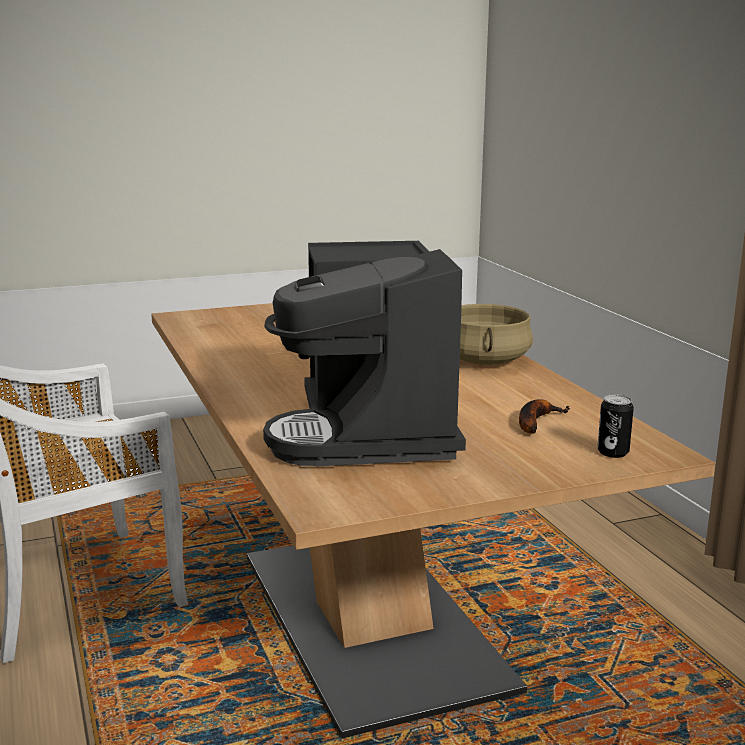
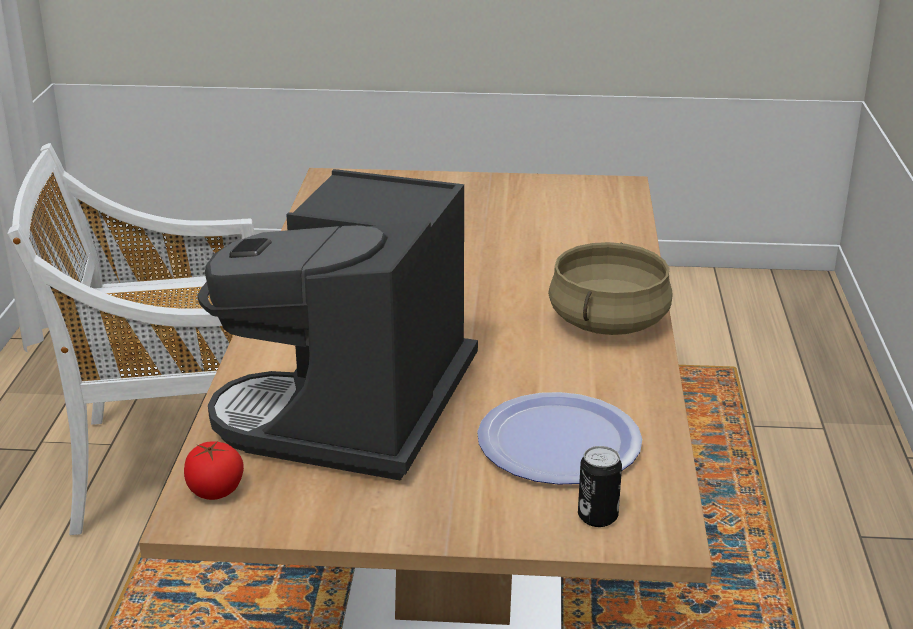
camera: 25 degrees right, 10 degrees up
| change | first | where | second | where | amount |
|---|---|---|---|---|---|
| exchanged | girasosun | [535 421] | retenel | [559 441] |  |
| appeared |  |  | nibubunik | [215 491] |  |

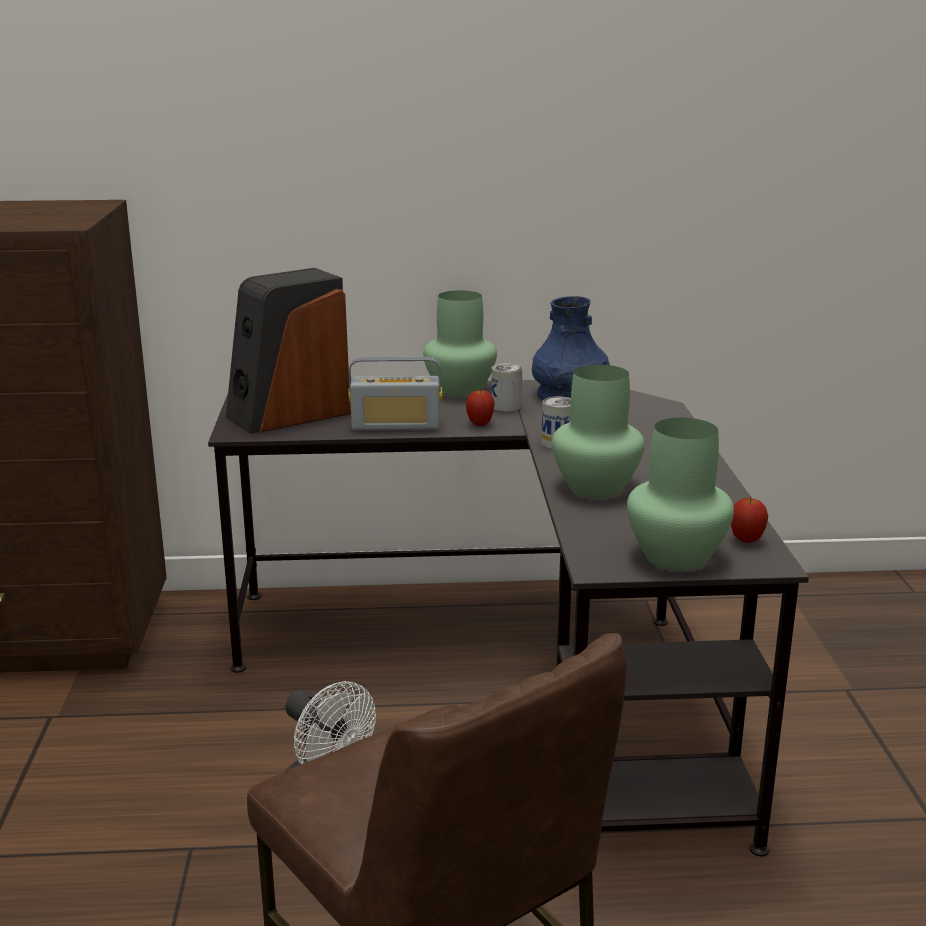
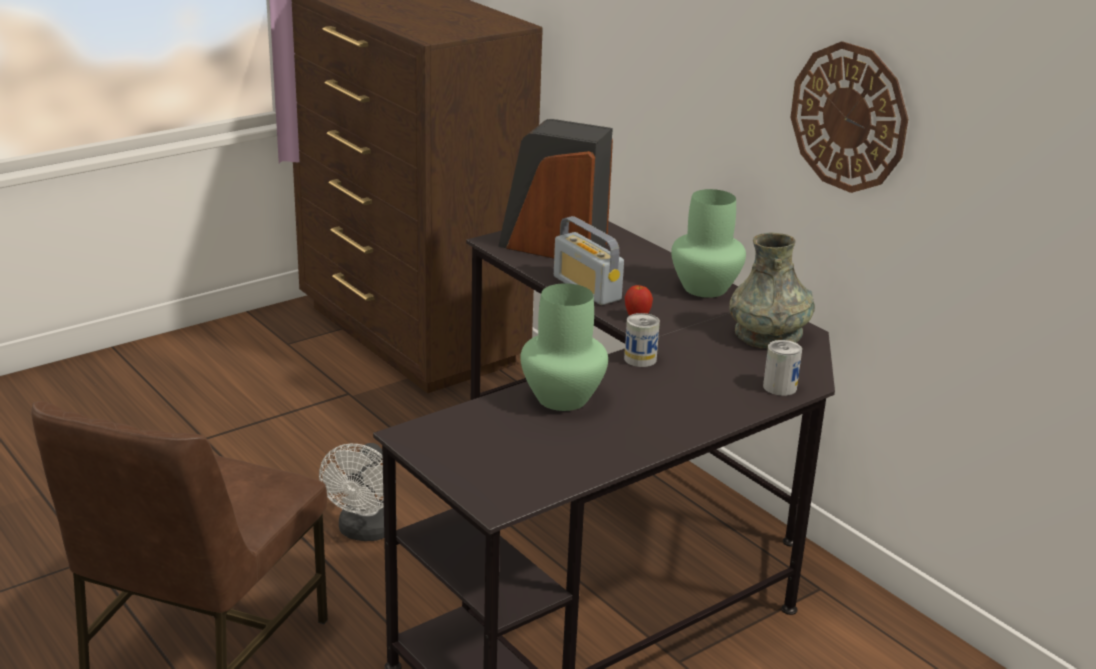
camera: 55 degrees right, 5 degrees up
| change | first | where | second | where | amount |
|---|---|---|---|---|---|
| relocated | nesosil | [506 406] |  | [779 387] |  |
| colour | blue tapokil | [569 395] | grey tapokil | [768 334] |  |
| missing | green tapokil | [675 558] |  |  |  |
| missing | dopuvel | [746 540] |  |  |  |
| appeared |  |  | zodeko | [849 117] |  |

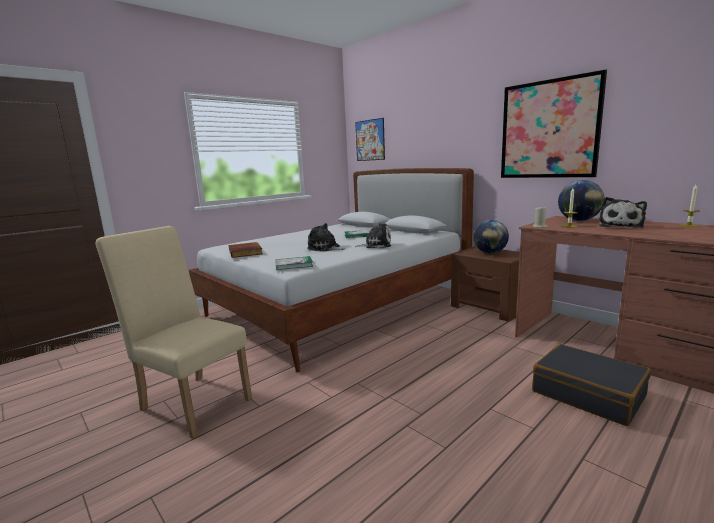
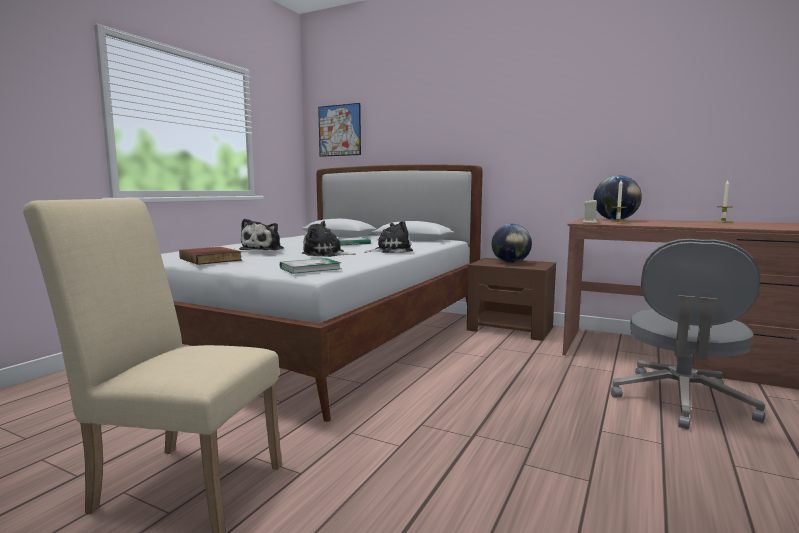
camera: 20 degrees left, 5 degrees down
| change | first | where | second | where | amount |
|---|---|---|---|---|---|
| missing | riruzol | [549 129] |  |  |  |
| exchanged | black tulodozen | [588 394] | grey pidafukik | [681 402] |  |
| relocated | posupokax | [621 226] |  | [264 249] |  |

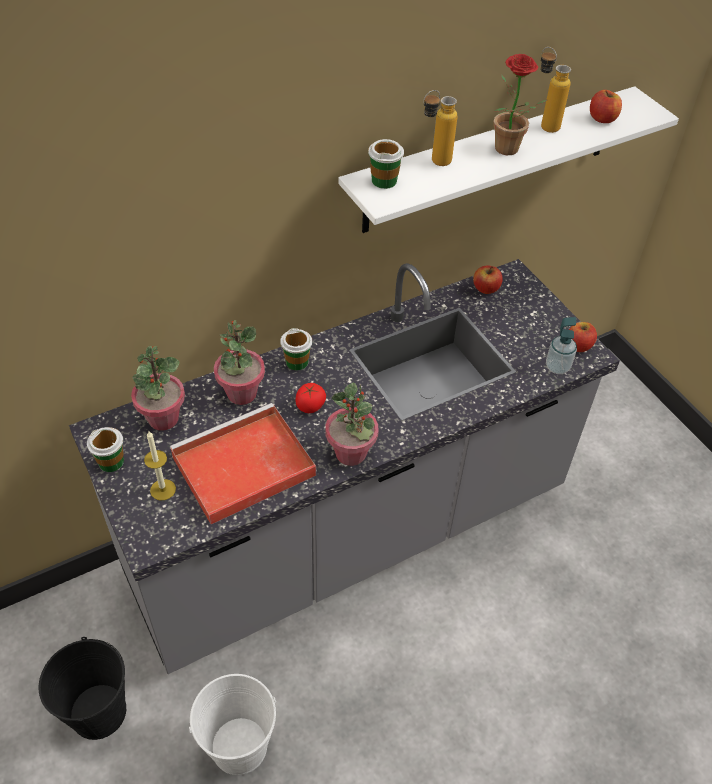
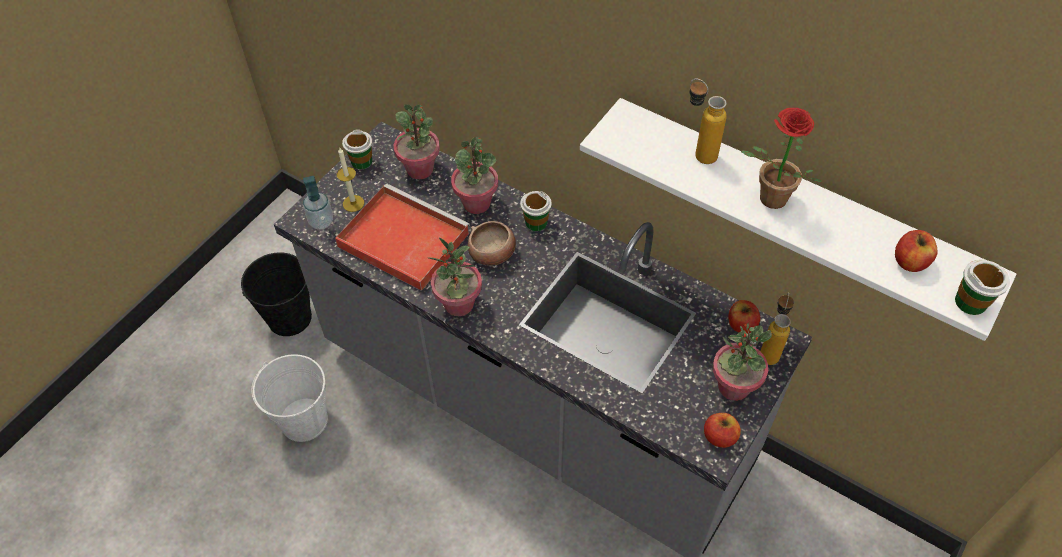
camera: 65 degrees right, 5 degrees up
| change | first | where | second | where | amount |
|---|---|---|---|---|---|
| exchanged | nibubunik | [310 406] | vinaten | [492 254] |  |
| relocated | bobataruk | [384 180] |  | [971 302] |  |
| relocated | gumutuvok | [543 124] |  | [770 350] |  |
| relocated | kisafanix | [557 367] |  | [321 222] |  |
| appeared |  |  | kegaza | [733 386] |  |

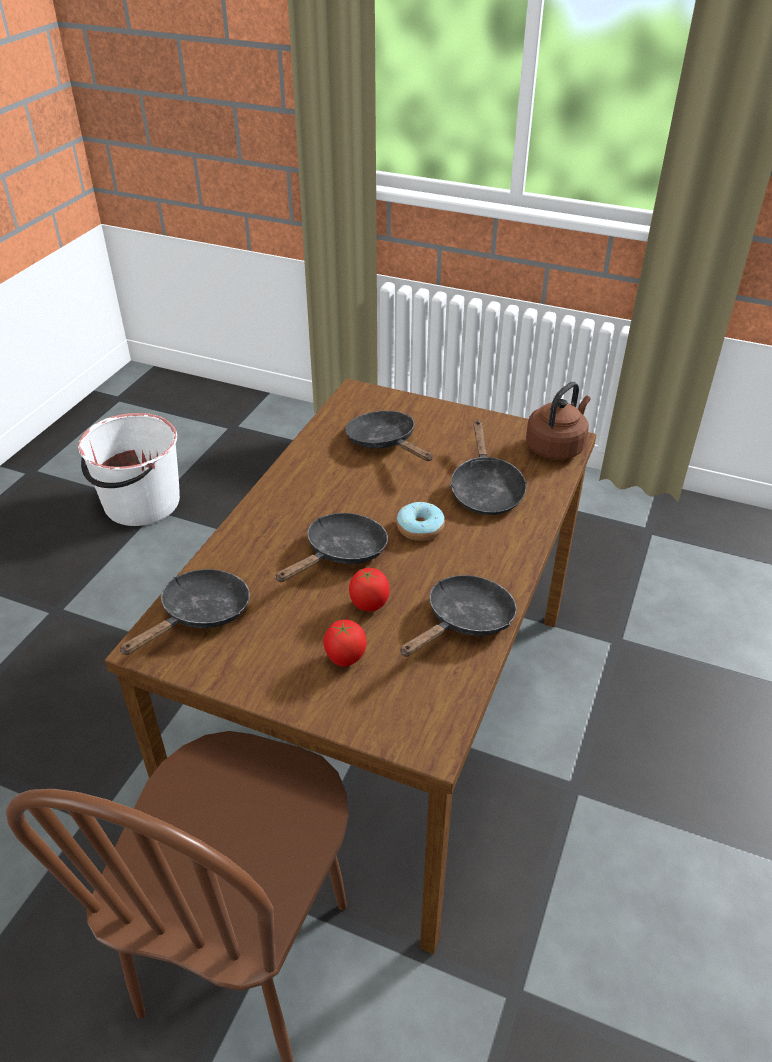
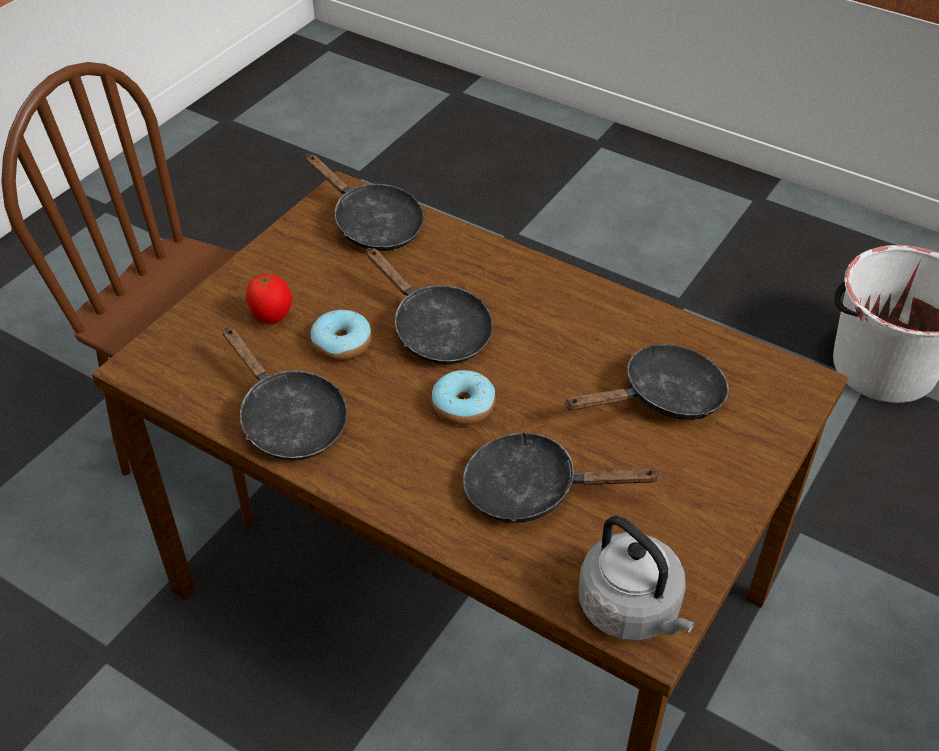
camera: 100 degrees right, 5 degrees up
| change | first | where | second | where | amount |
|---|---|---|---|---|---|
| exchanged | nibubunik | [369 605] | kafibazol | [342 344] |  |
| colour | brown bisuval | [556 447] | grey bisuval | [632 610] |  |

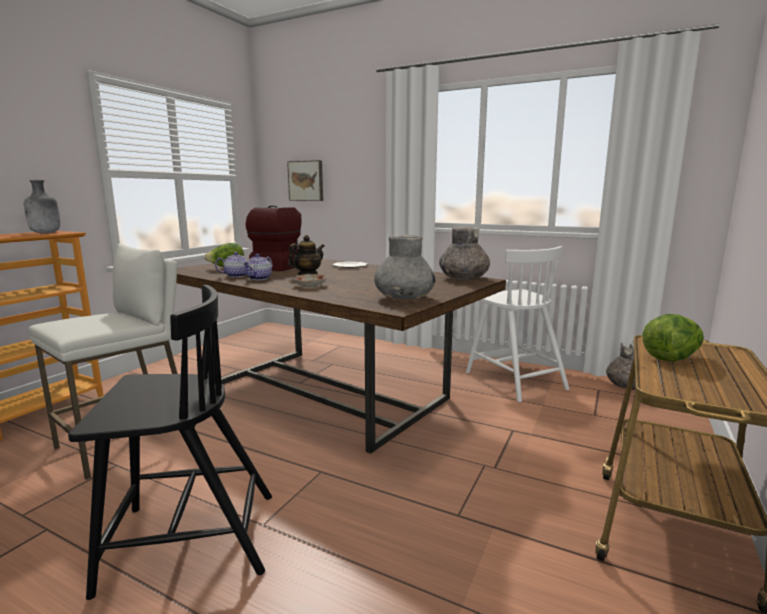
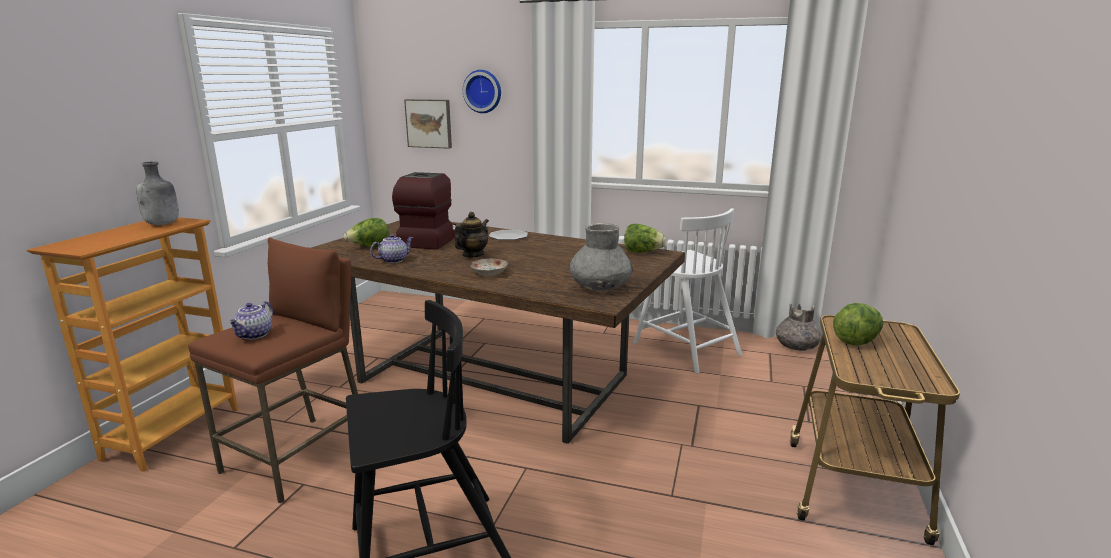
camera: 10 degrees left, 5 degrees up
| change | first | where | second | where | amount |
|---|---|---|---|---|---|
| colour | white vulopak | [126 441] | brown vulopak | [298 456] |  |
| relocated | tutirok | [259 279] |  | [255 335] |  |
| exchanged | grey tapokil | [463 278] | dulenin | [642 252] |  |
| appeared |  |  | zodeko | [483 91] |  |

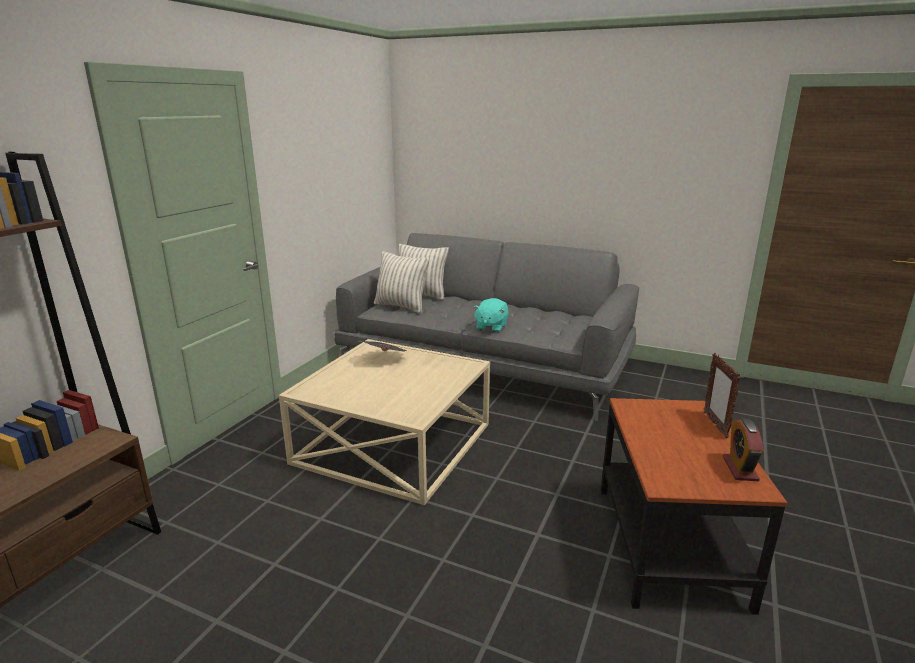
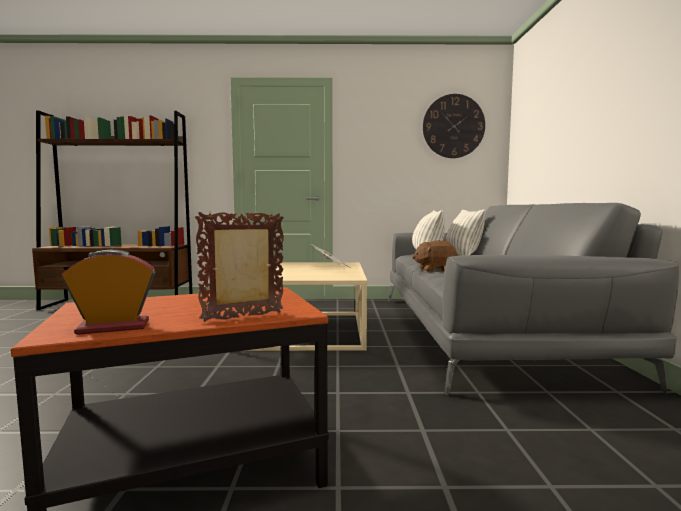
camera: 65 degrees right, 15 degrees down
| change | first | where | second | where | amount |
|---|---|---|---|---|---|
| colour | turquoise posupokax | [491 327] | brown posupokax | [435 270] |  |
| appeared |  |  | zodeko | [453 126] |  |

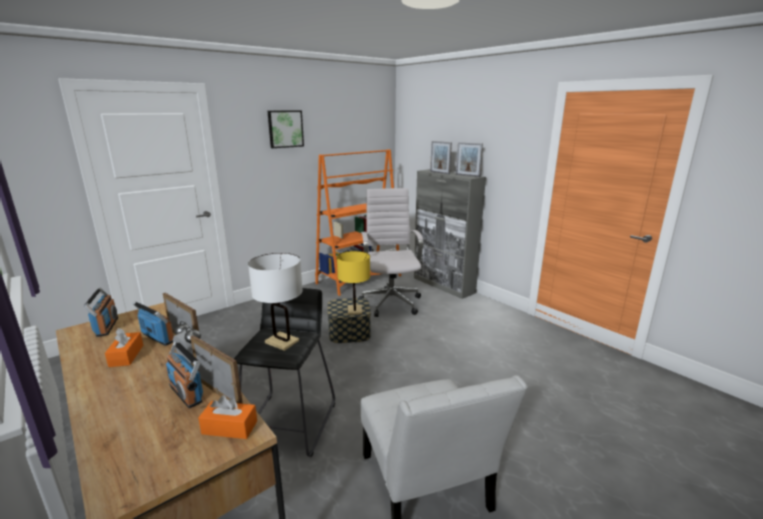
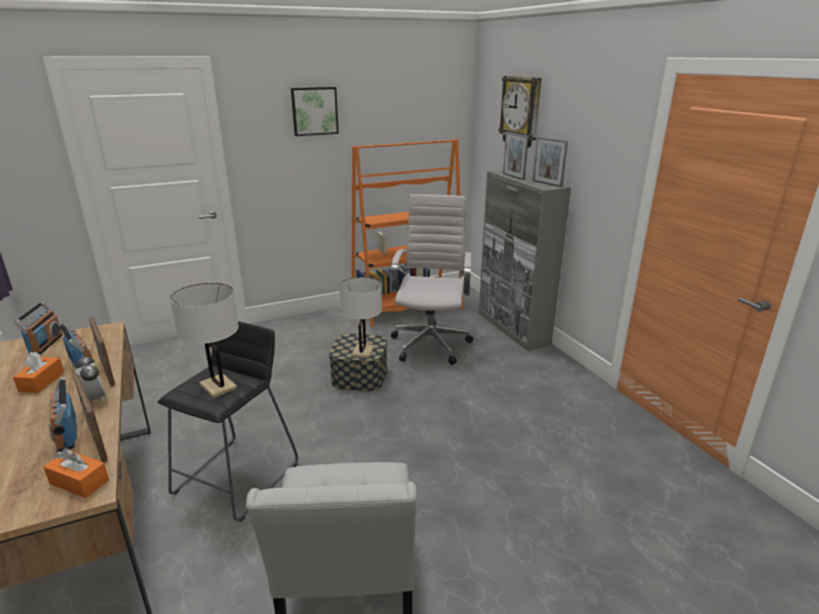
camera: 15 degrees right, 5 degrees up
| change | first | where | second | where | amount |
|---|---|---|---|---|---|
| colour | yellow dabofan | [354 310] | white dabofan | [363 351] |  |
| appeared |  |  | zodeko | [521 111] |  |

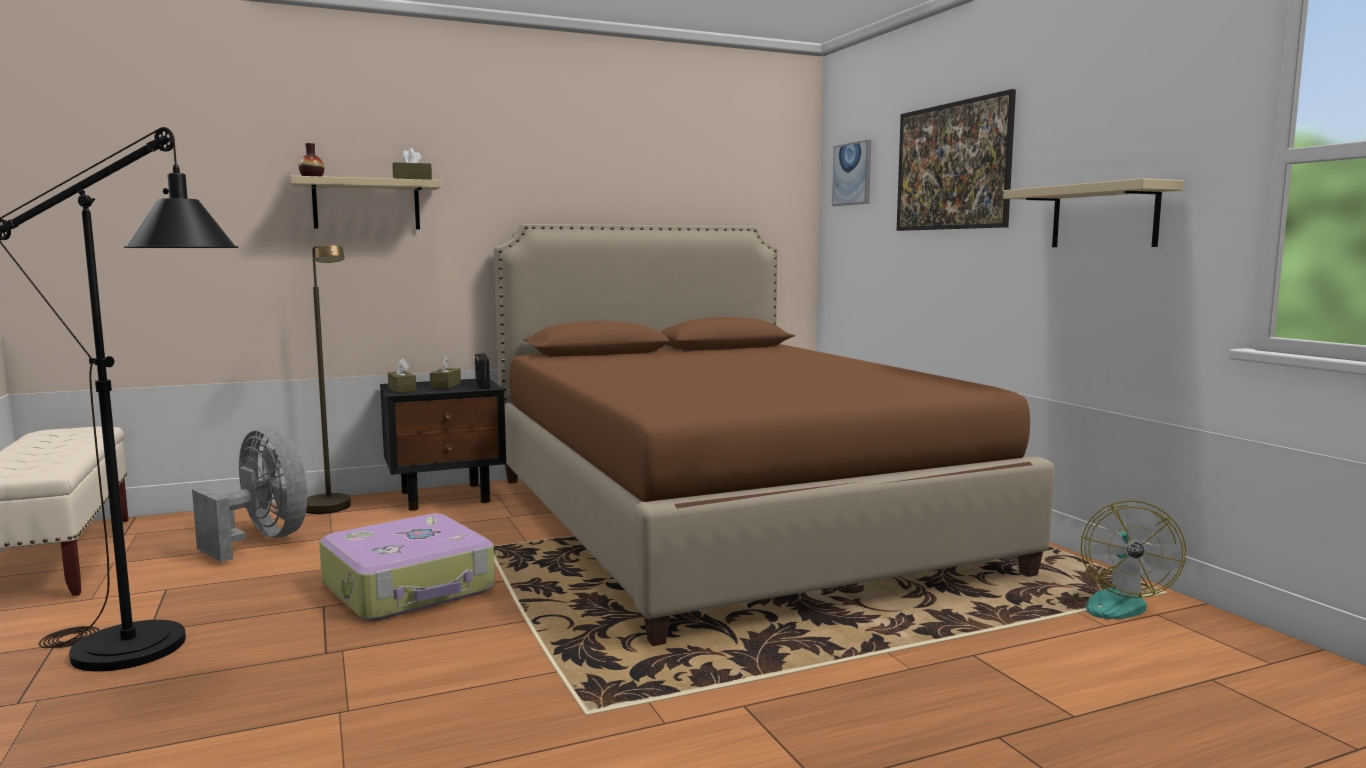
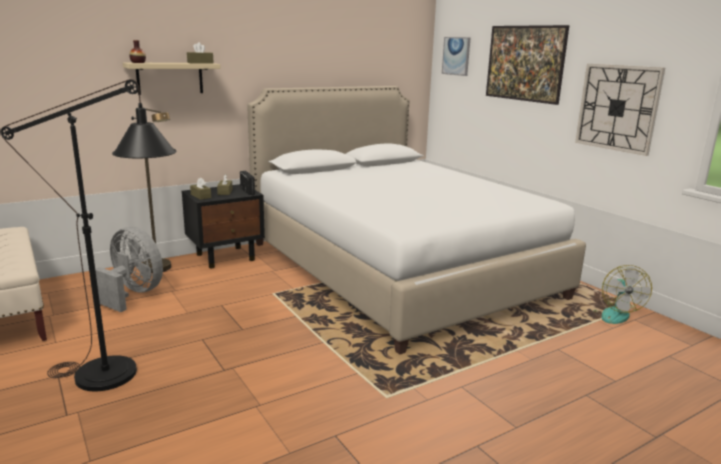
camera: 10 degrees left, 10 degrees up
| change | first | where | second | where | amount |
|---|---|---|---|---|---|
| missing | tulodozen | [410 588] |  |  |  |
| colour | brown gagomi | [726 521] | white gagomi | [397 269] |  |
| exchanged | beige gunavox | [1104 216] | zodeko | [617 108] |  |

